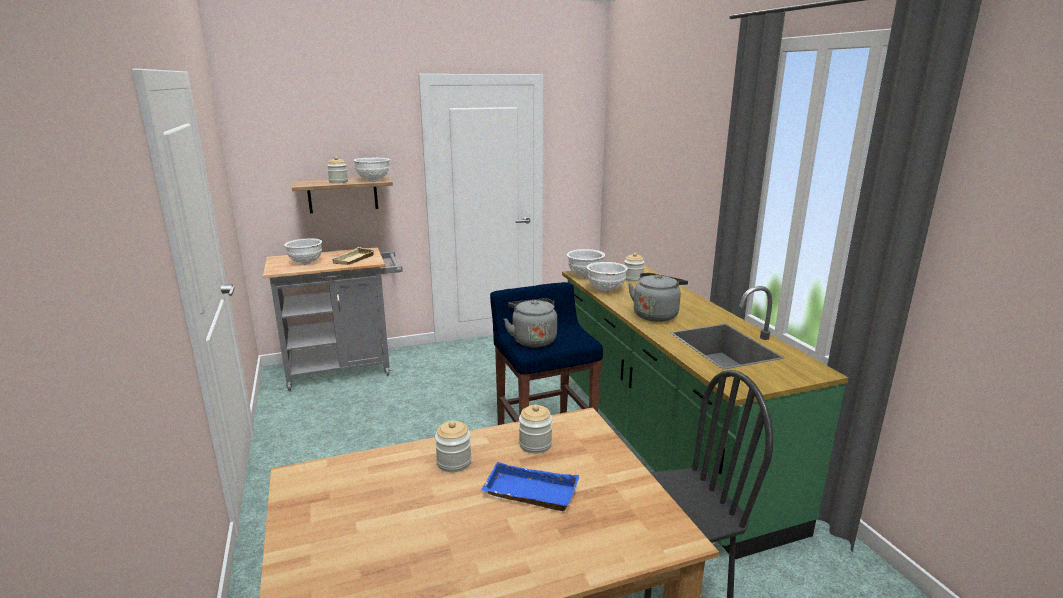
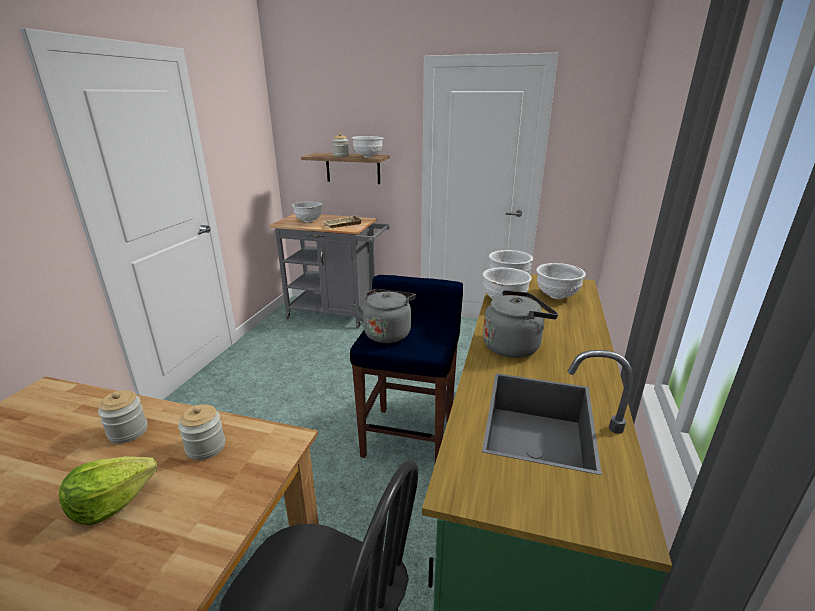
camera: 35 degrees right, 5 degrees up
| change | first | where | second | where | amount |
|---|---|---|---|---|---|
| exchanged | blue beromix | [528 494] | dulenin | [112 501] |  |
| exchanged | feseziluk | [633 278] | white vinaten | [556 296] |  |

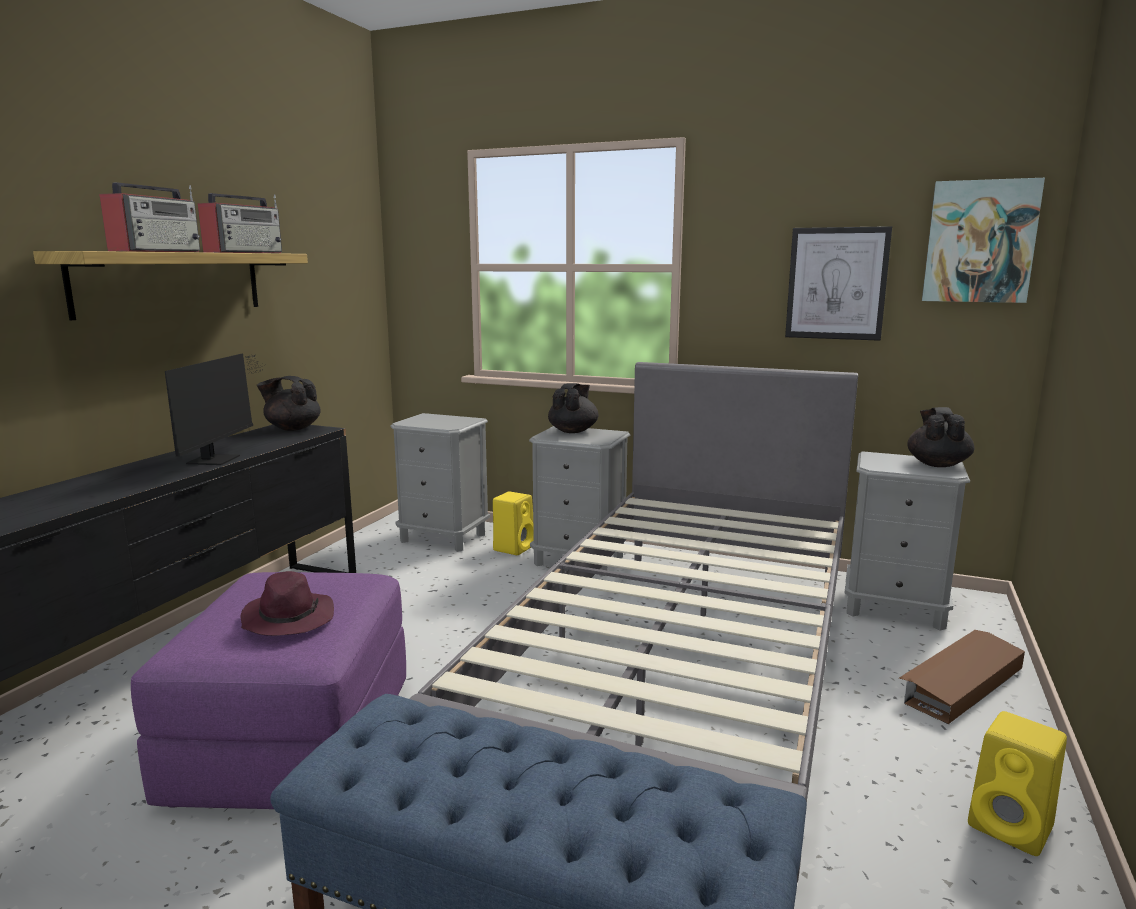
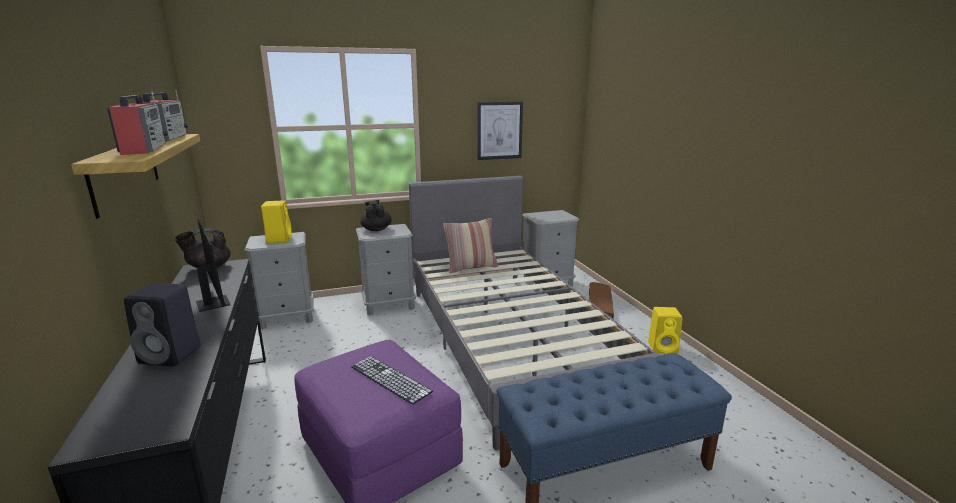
camera: 40 degrees left, 5 degrees up
| change | first | where | second | where | amount |
|---|---|---|---|---|---|
| exchanged | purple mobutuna | [287 619] | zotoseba | [390 379] |  |
| relocated | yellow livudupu | [514 548] |  | [279 239] |  |
| missing | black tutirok | [937 464] |  |  |  |
| missing | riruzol | [980 242] |  |  |  |
| appeared |  |  | black livudupu | [172 355] |  |
| appeared |  |  | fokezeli | [471 267] |  |

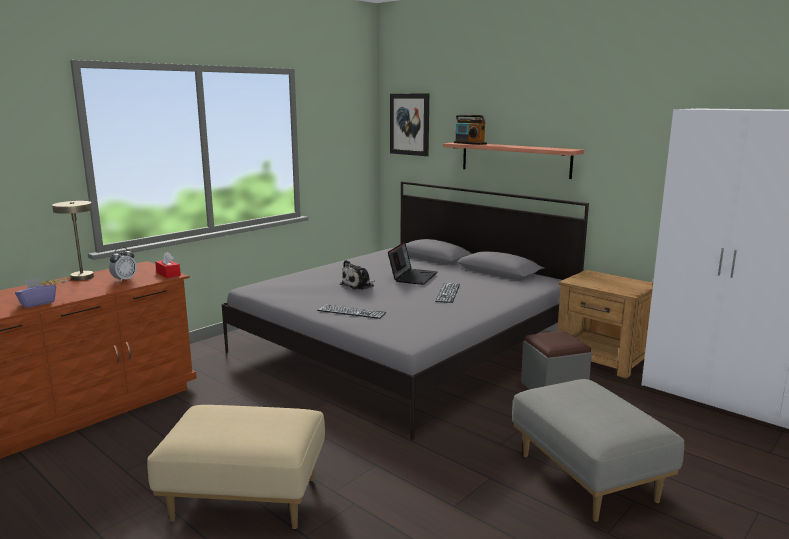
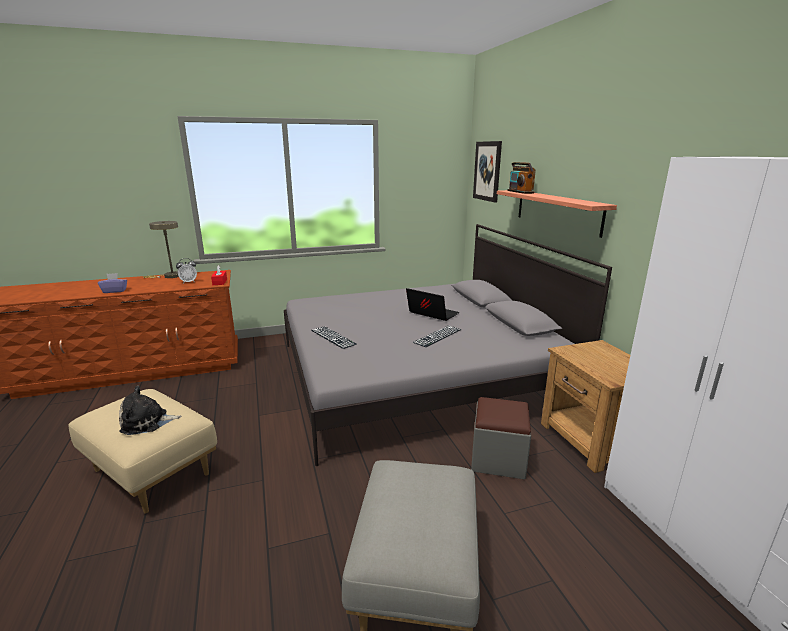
camera: 30 degrees right, 5 degrees up
| change | first | where | second | where | amount |
|---|---|---|---|---|---|
| relocated | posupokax | [359 285] |  | [147 422] |  |
| spun | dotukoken | [413 277] |  | [431 314] | 105 degrees counterclockwise |

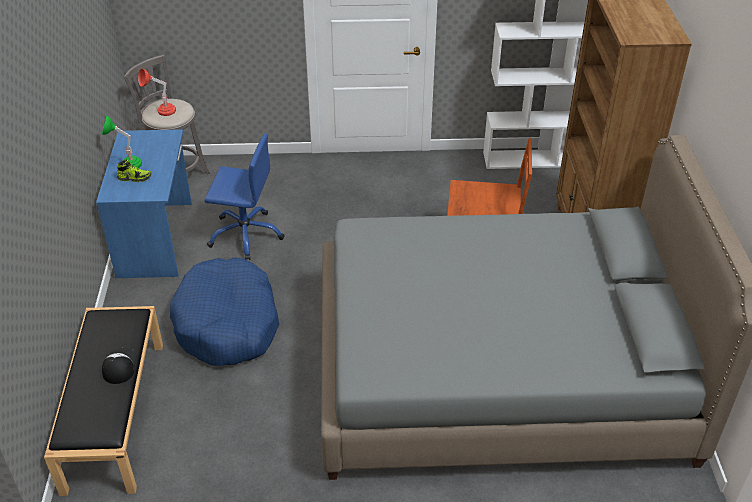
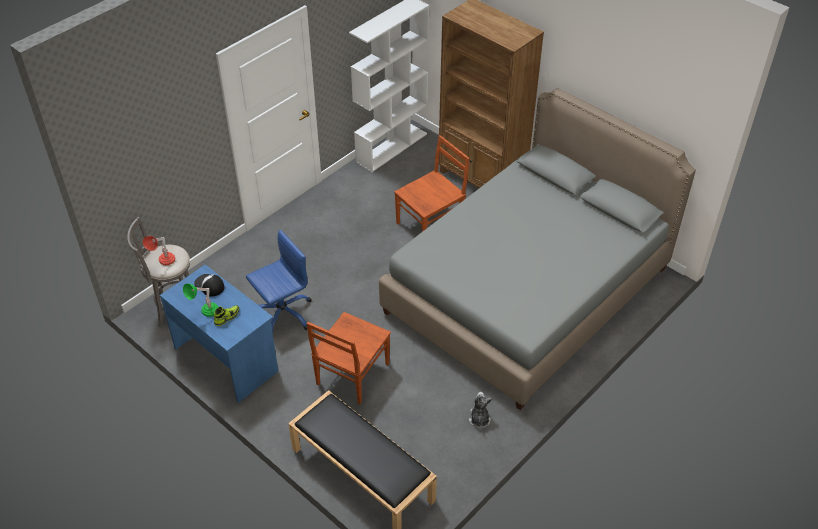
camera: 45 degrees left, 5 degrees up
| change | first | where | second | where | amount |
|---|---|---|---|---|---|
| relocated | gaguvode | [119 366] |  | [209 285] |  |
| exchanged | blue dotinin | [227 324] | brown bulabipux | [351 375] |  |
| appeared |  |  | posupokax | [479 419] |  |

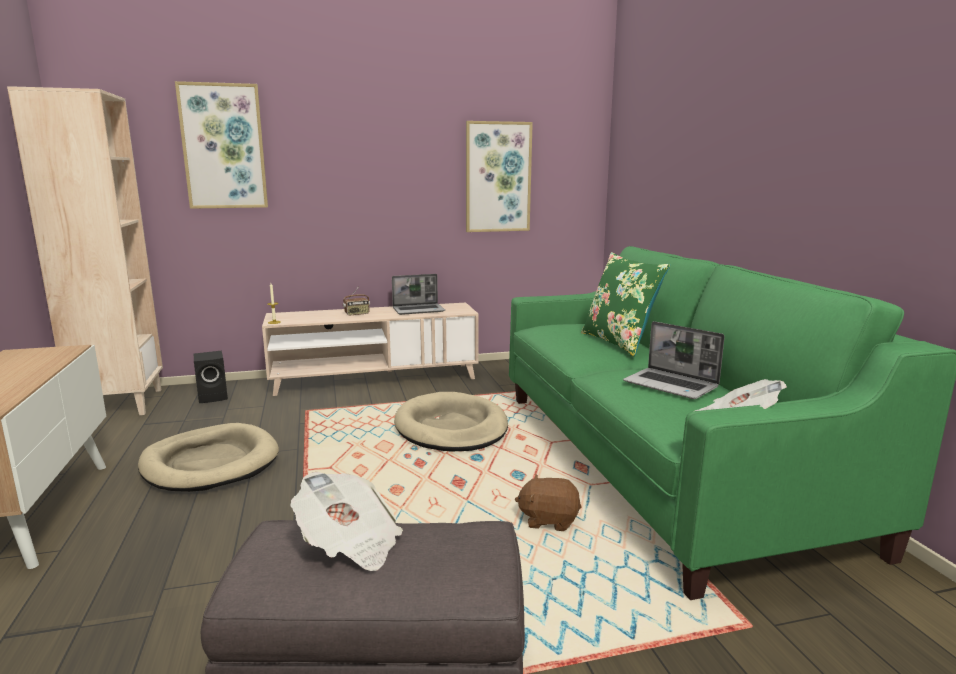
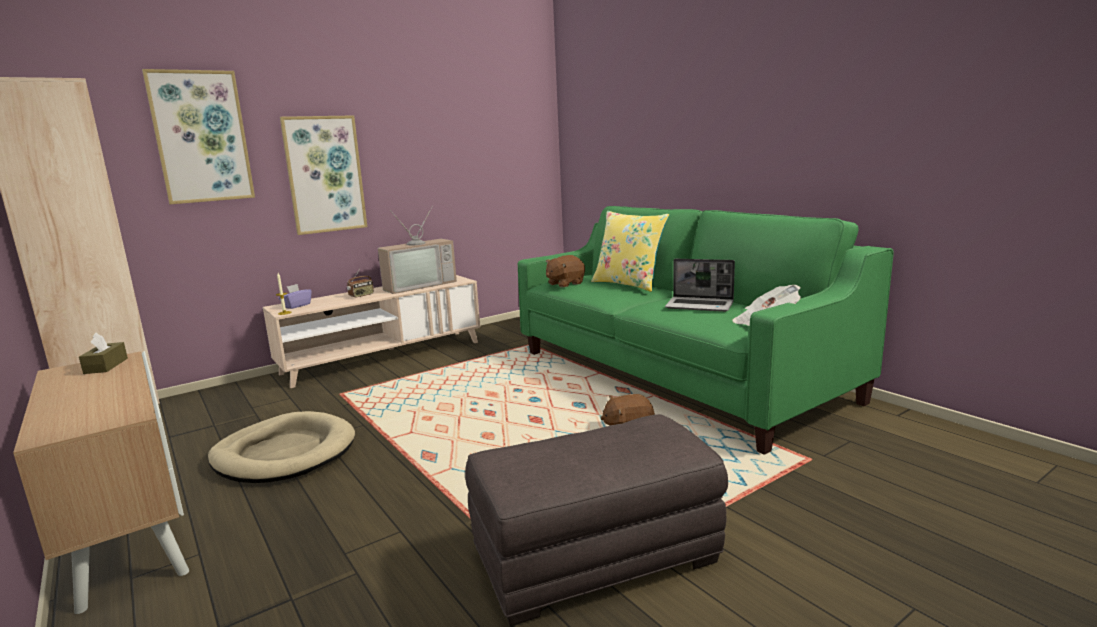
camera: 20 degrees left, 0 degrees up
| change | first | where | second | where | amount |
|---|---|---|---|---|---|
| missing | black livudupu | [214 397] |  |  |  |
| missing | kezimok | [350 544] |  |  |  |
| exchanged | dotukoken | [419 310] | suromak | [418 285] |  |
| missing | beige dotinin | [451 428] |  |  |  |
| relocated | riruzol | [498 177] |  | [325 174] |  |
| colour | green fokezeli | [619 342] | yellow fokezeli | [629 284] |  |
| appeared |  |  | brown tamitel | [106 366] |  |
| appeared |  |  | purple tamitel | [296 306] |  |
| appeared |  |  | brown posupokax | [565 284] |  |

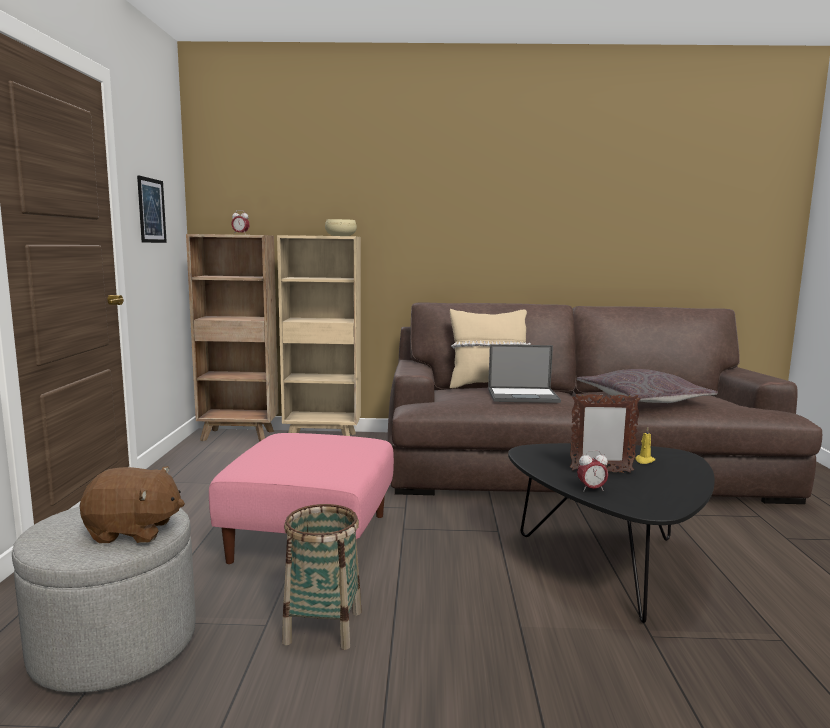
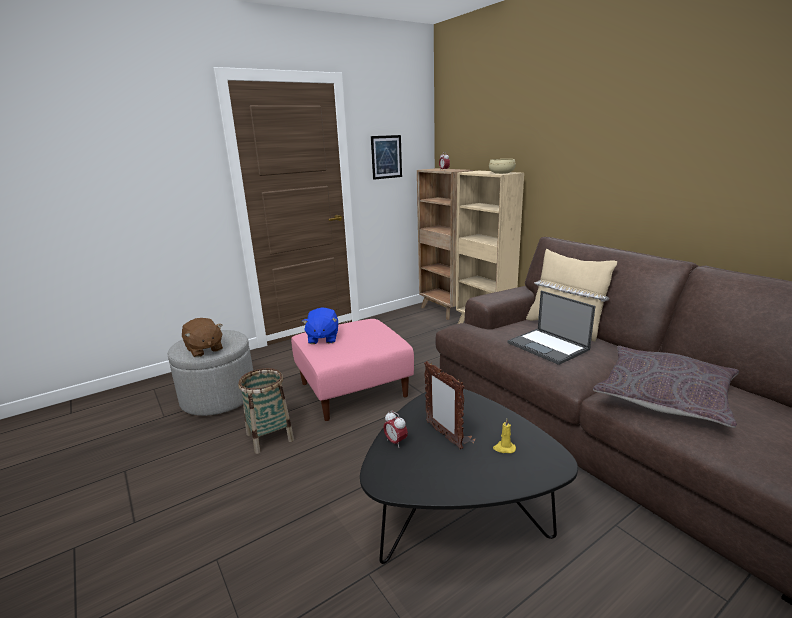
camera: 55 degrees right, 10 degrees up
| change | first | where | second | where | amount |
|---|---|---|---|---|---|
| appeared |  |  | blue posupokax | [322 338] |  |

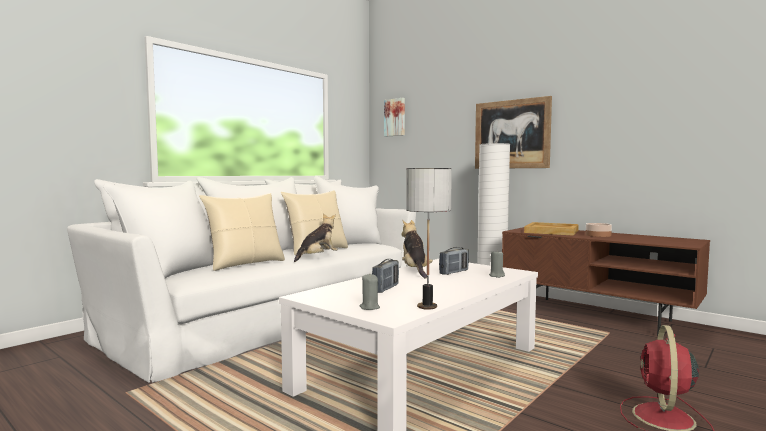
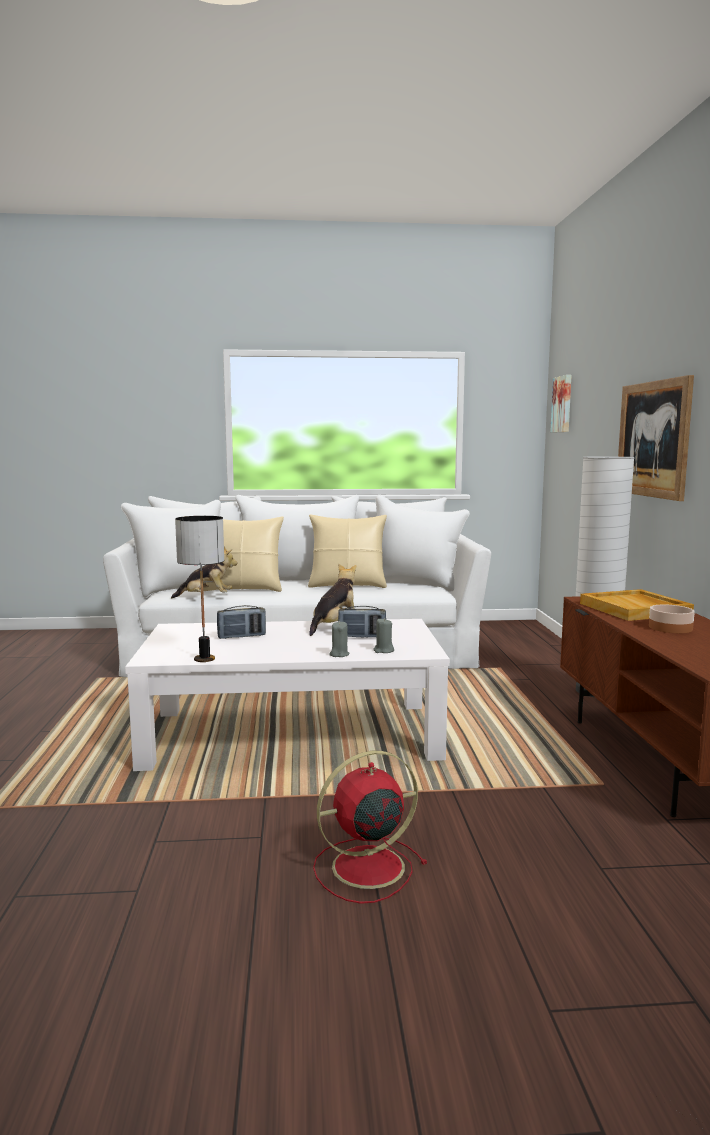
camera: 45 degrees right, 5 degrees up
| change | first | where | second | where | amount |
|---|---|---|---|---|---|
| relocated | posupokax | [317 257] |  | [206 597] |  |
| relocated | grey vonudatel | [369 307] |  | [339 654] |  |

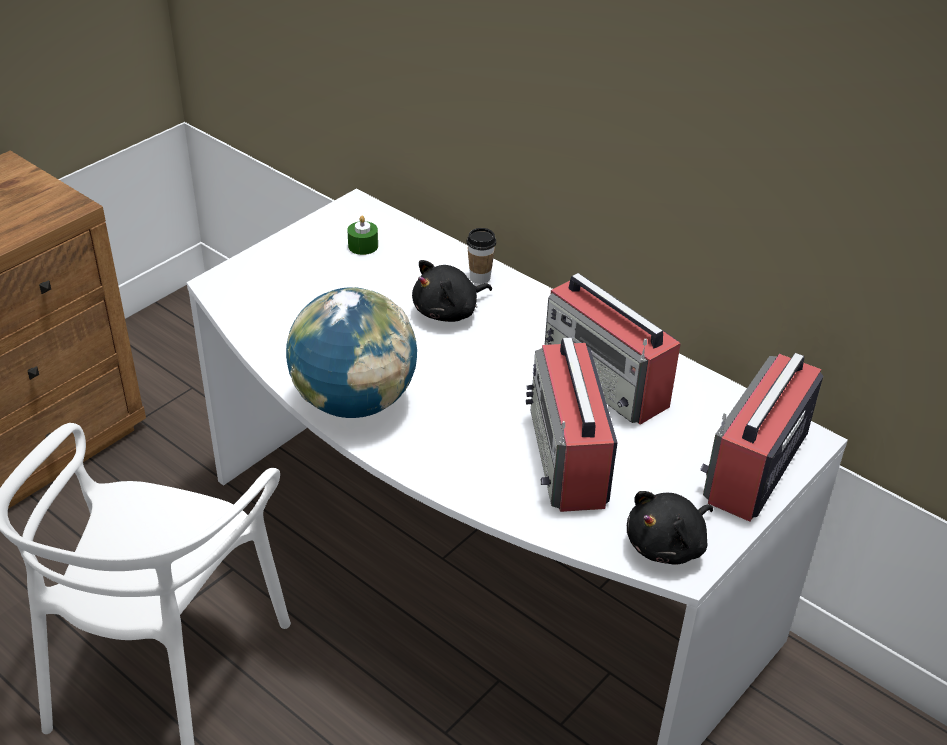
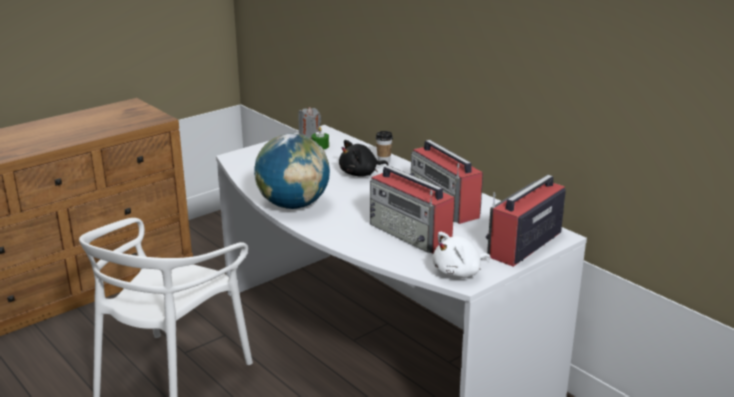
camera: 10 degrees right, 15 degrees down
| change | first | where | second | where | amount |
|---|---|---|---|---|---|
| spun | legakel | [568 458] |  | [411 234] | 45 degrees counterclockwise |
| colour | black posupokax | [668 545] | white posupokax | [459 272] |  |
| appeared |  |  | grey vonudatel | [309 135] |  |

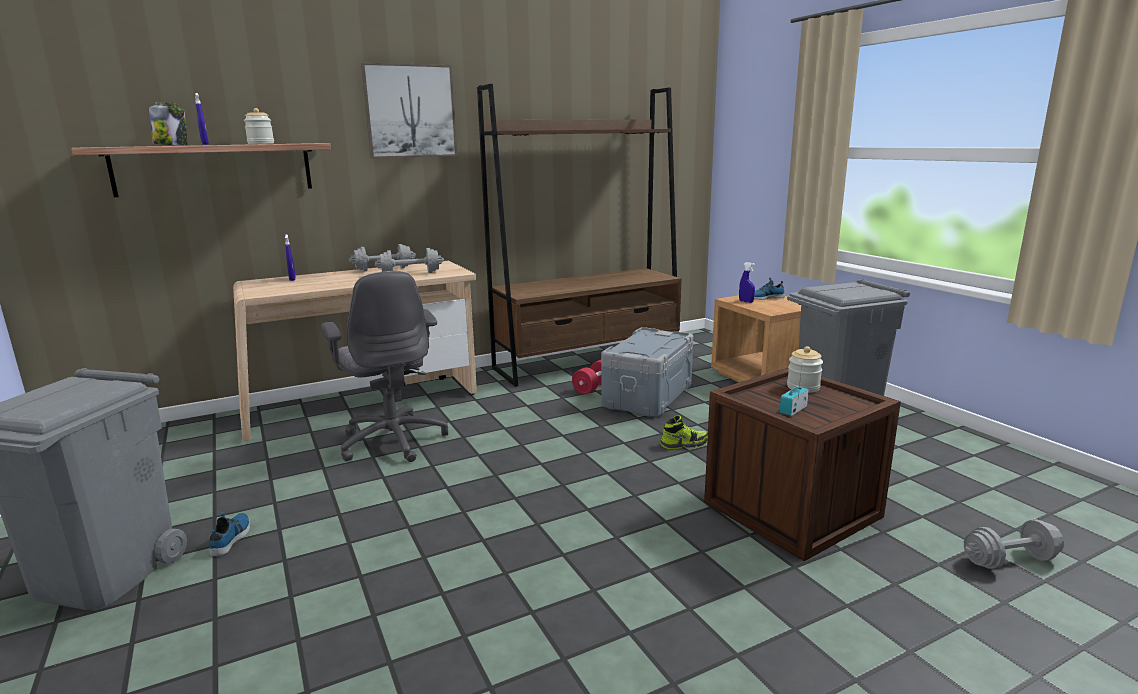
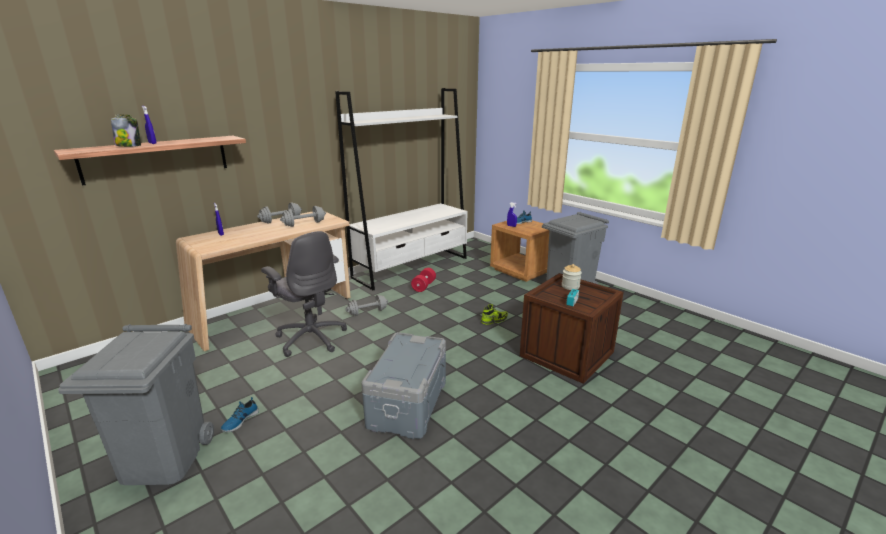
camera: 15 degrees left, 5 degrees up
| change | first | where | second | where | amount |
|---|---|---|---|---|---|
| spun | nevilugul | [232 538] |  | [240 420] | 135 degrees counterclockwise |
| missing | feseziluk | [261 143] |  |  |  |
| missing | riruzol | [410 111] |  |  |  |
| colour | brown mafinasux | [588 361] | white mafinasux | [411 267] |  |
| relocated | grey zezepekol | [649 396] |  | [409 404] |  |
| relocated | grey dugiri | [1009 560] |  | [367 312] |  |

